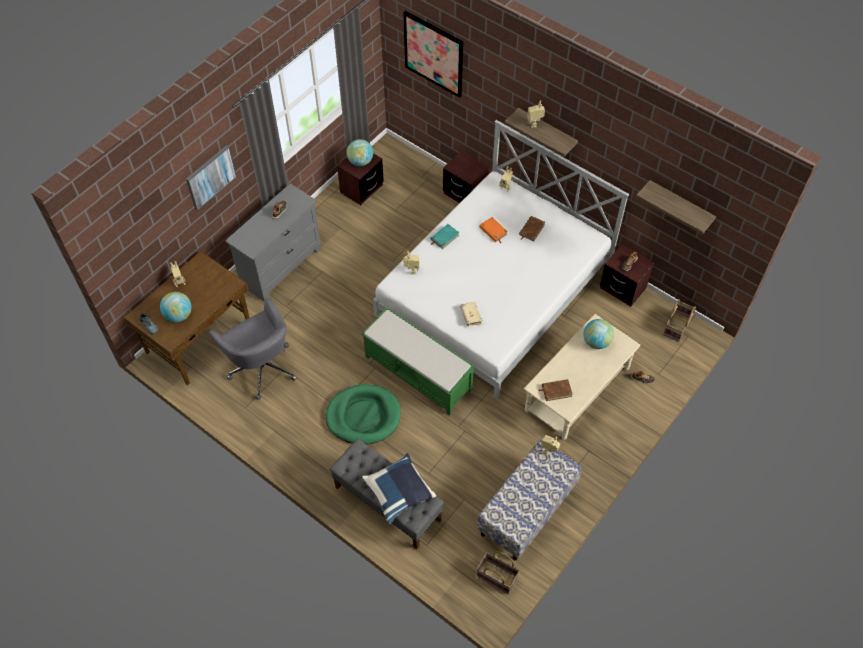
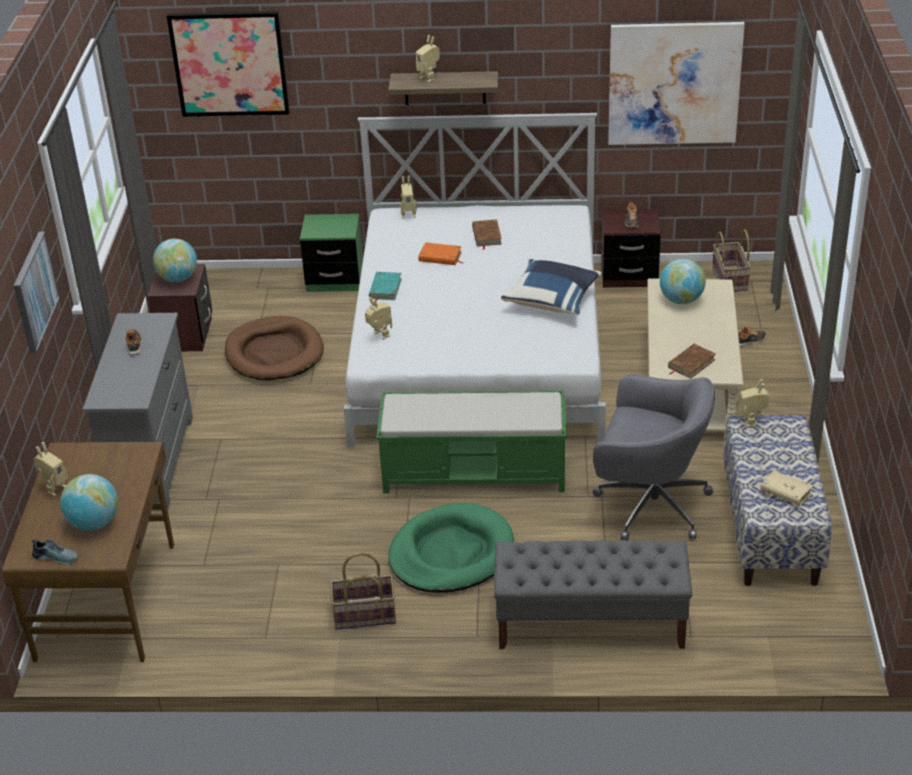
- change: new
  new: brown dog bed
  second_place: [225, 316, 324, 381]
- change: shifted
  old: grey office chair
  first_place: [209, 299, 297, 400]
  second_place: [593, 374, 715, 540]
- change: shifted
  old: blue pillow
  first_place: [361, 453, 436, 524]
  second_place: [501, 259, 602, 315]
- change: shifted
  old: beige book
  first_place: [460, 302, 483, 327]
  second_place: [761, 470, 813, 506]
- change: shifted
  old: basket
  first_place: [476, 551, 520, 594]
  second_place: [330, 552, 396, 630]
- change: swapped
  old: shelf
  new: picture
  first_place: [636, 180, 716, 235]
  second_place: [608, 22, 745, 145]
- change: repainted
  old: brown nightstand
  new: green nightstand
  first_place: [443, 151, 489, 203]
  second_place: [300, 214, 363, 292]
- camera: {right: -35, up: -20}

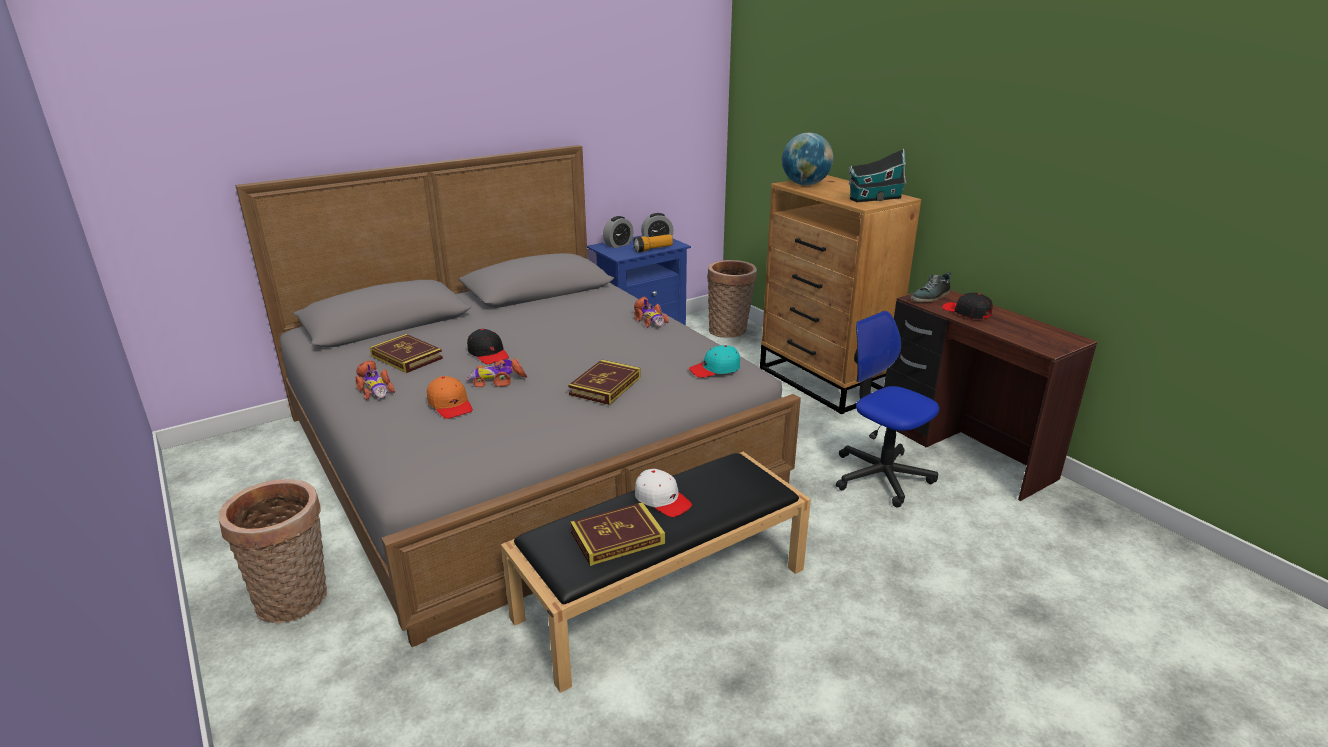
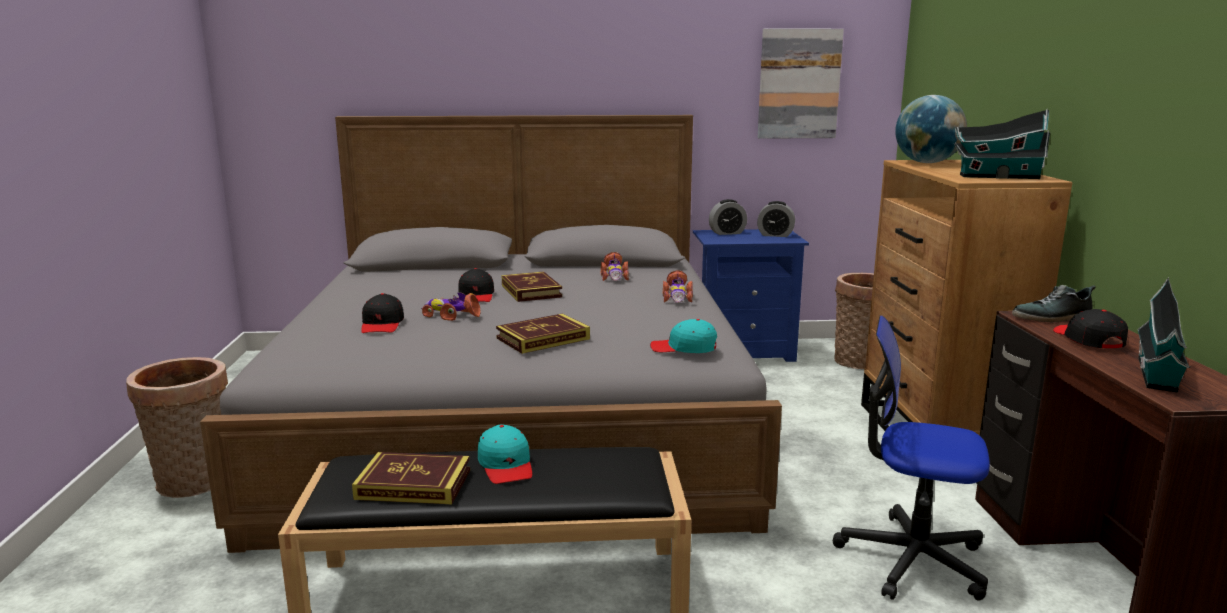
- change: gone
  old: flashlight
  first_place: [633, 234, 673, 252]
- change: new
  new: picture
  second_place: [758, 28, 844, 139]
- change: new
  new: toy house
  second_place: [1137, 277, 1190, 393]
- change: shifted
  old: toy car
  first_place: [356, 360, 395, 400]
  second_place: [601, 252, 629, 281]
- change: shifted
  old: book
  first_place: [370, 334, 443, 373]
  second_place: [502, 272, 562, 302]
- change: repainted
  old: orange cap
  new: black cap
  first_place: [427, 376, 473, 419]
  second_place: [361, 293, 404, 333]
- change: repainted
  old: white cap
  new: turquoise cap
  first_place: [635, 469, 692, 517]
  second_place: [478, 424, 532, 484]
- change: rotated
  old: office chair
  first_place: [836, 311, 939, 507]
  second_place: [833, 316, 990, 601]
  degrees: -60
- camera: {right: 30, up: -10}

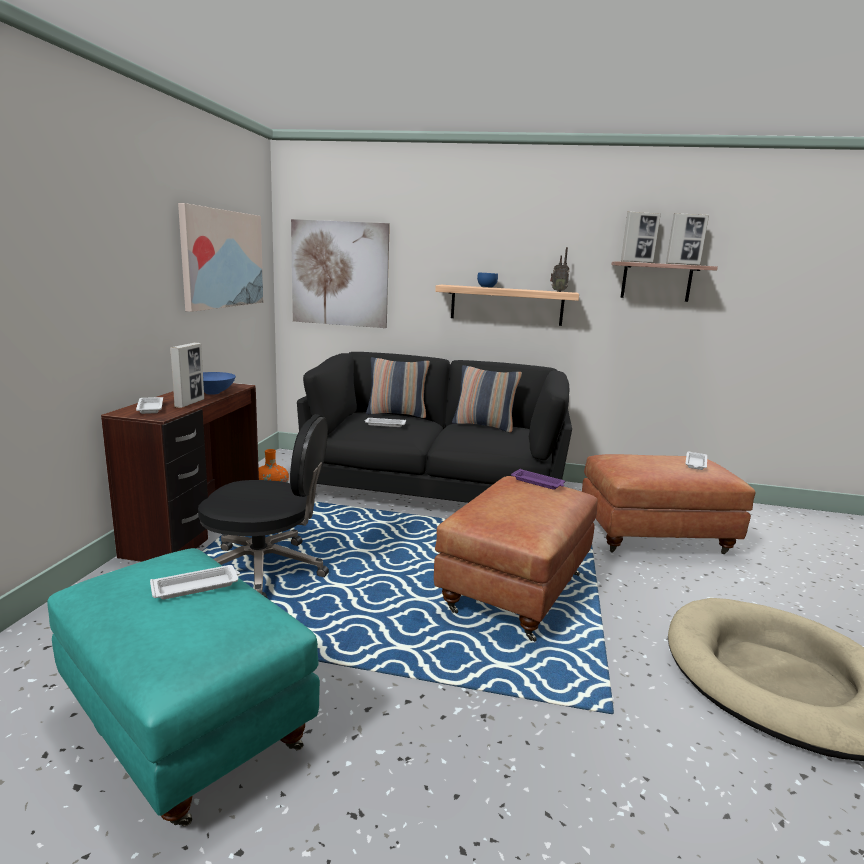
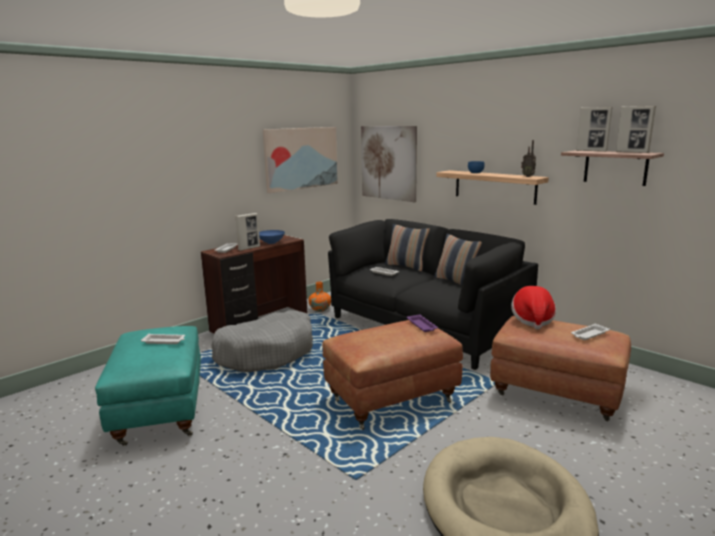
- change: new
  new: hat
  second_place: [511, 286, 556, 330]
- change: swapped
  old: black office chair
  new: grey dog bed
  first_place: [198, 414, 329, 599]
  second_place: [211, 310, 313, 372]
- camera: {right: 35, up: 0}

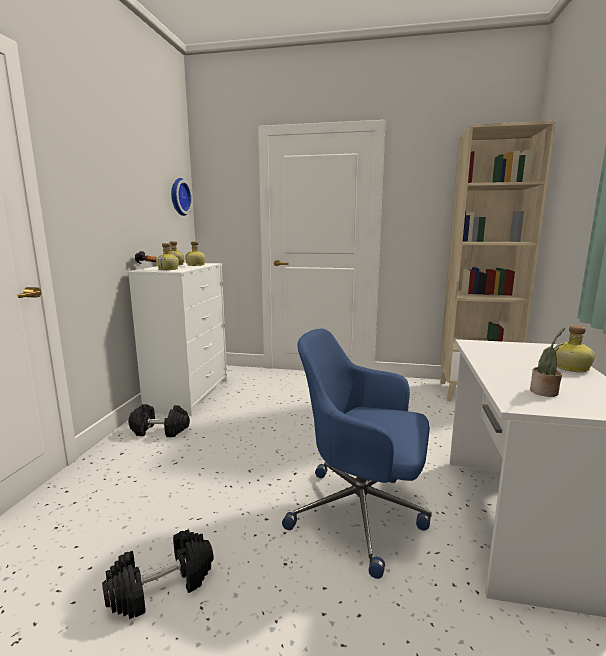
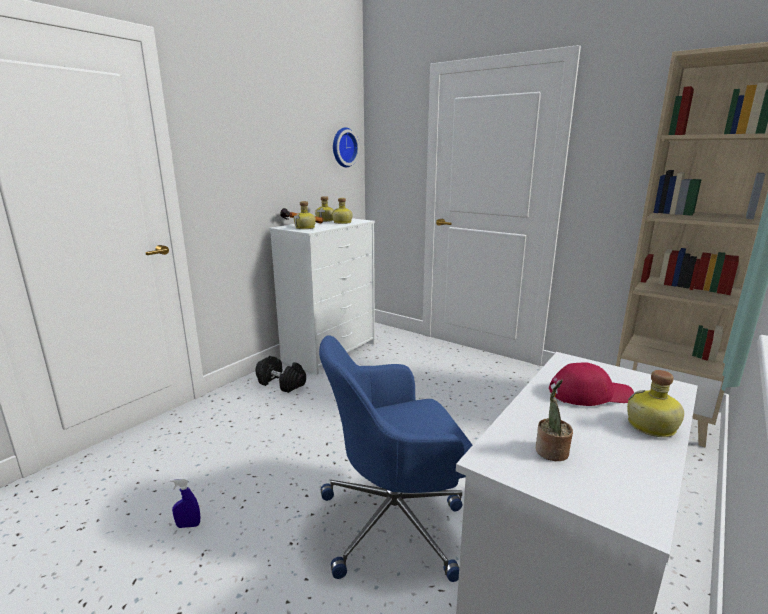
- change: new
  new: red cap
  second_place: [549, 362, 634, 406]
- change: swapped
  old: black dumbbell
  new: blue spray bottle
  first_place: [102, 530, 214, 619]
  second_place: [170, 478, 200, 528]
- change: rotated
  old: blue office chair
  first_place: [282, 328, 432, 579]
  second_place: [319, 335, 473, 582]
  degrees: -60
- camera: {right: 25, up: 5}

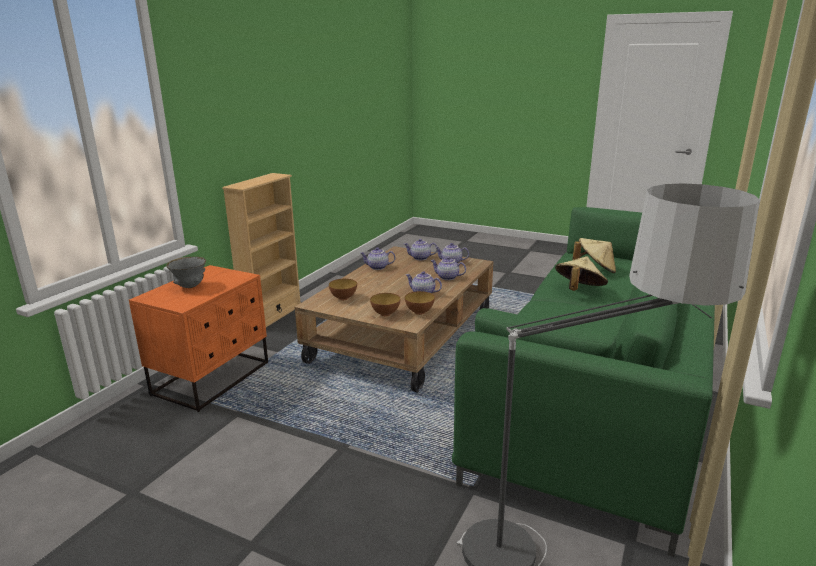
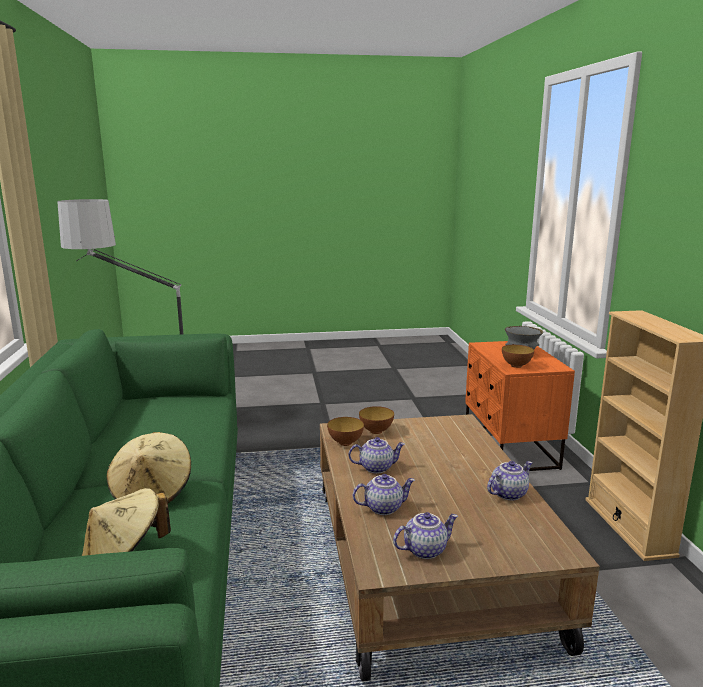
- change: gone
  old: teapot
  first_place: [404, 239, 437, 260]
- change: shifted
  old: bowl
  first_place: [329, 279, 357, 300]
  second_place: [502, 345, 534, 368]
- camera: {right: 145, up: -5}

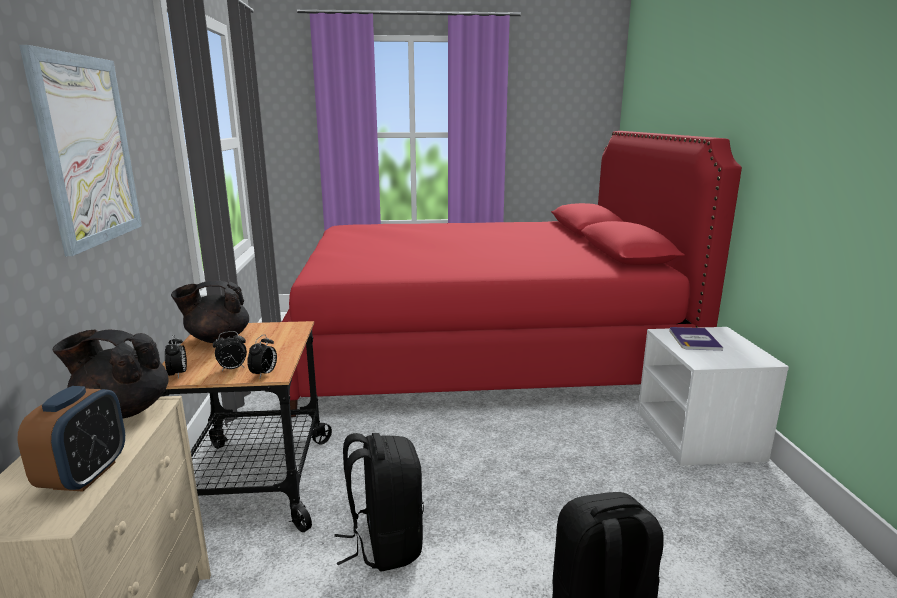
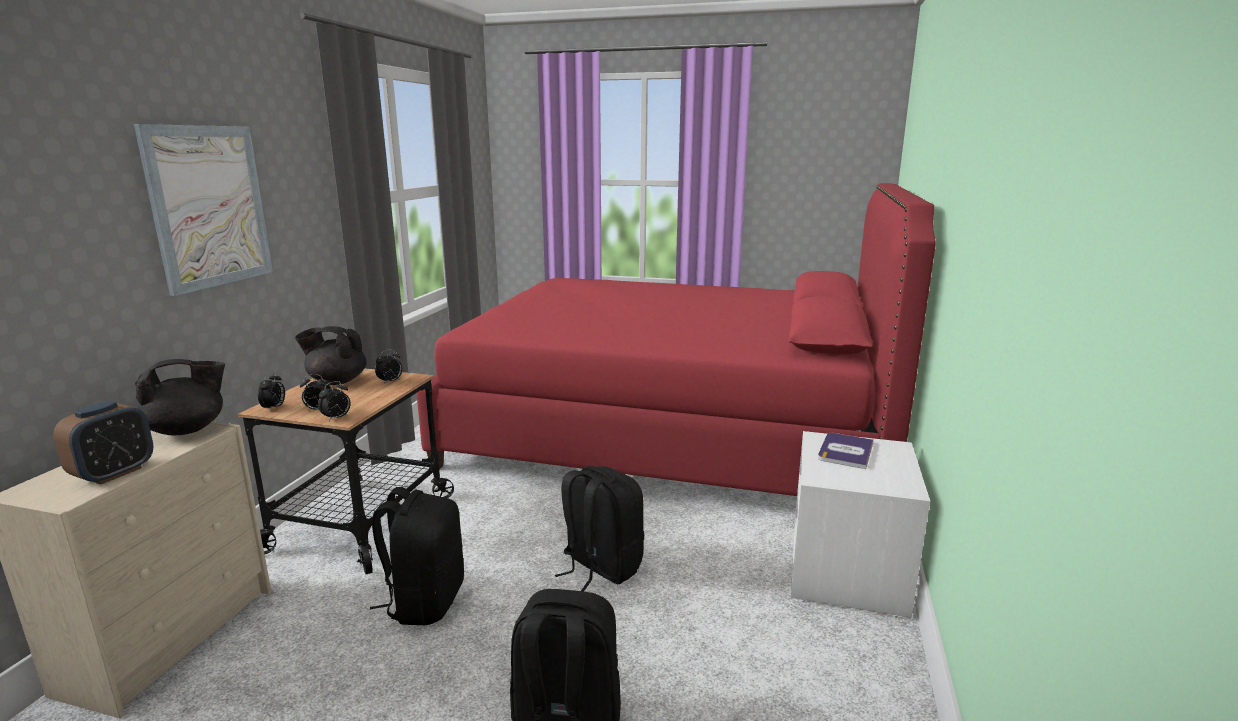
- change: new
  new: alarm clock
  second_place: [375, 349, 402, 384]
- change: new
  new: black backpack
  second_place: [555, 466, 644, 591]
- change: rotated
  old: black teapot
  first_place: [53, 330, 169, 419]
  second_place: [135, 359, 225, 435]
  degrees: 120
- camera: {right: 20, up: 0}

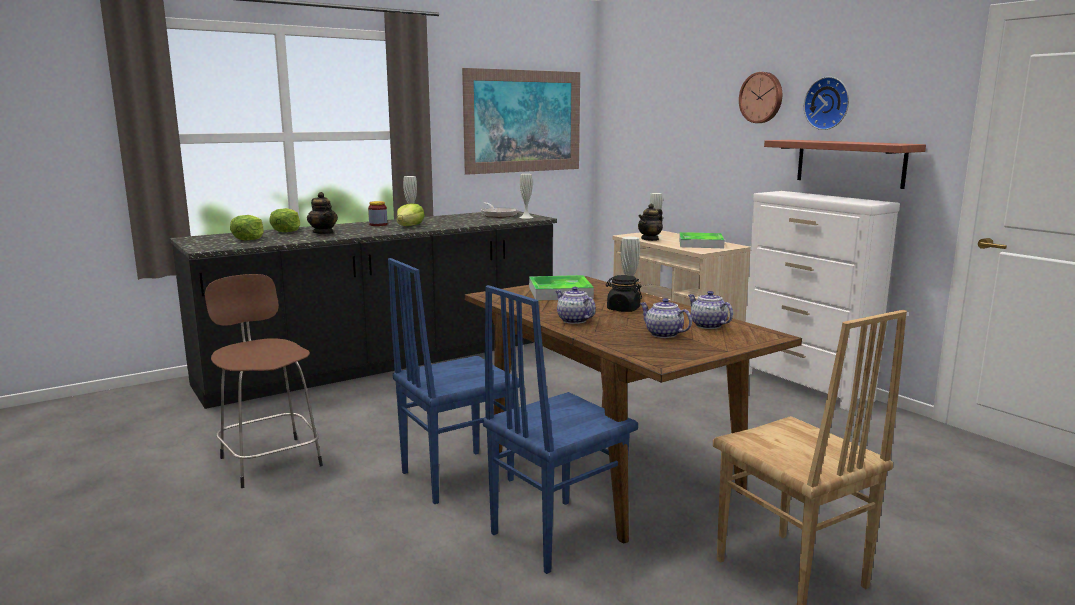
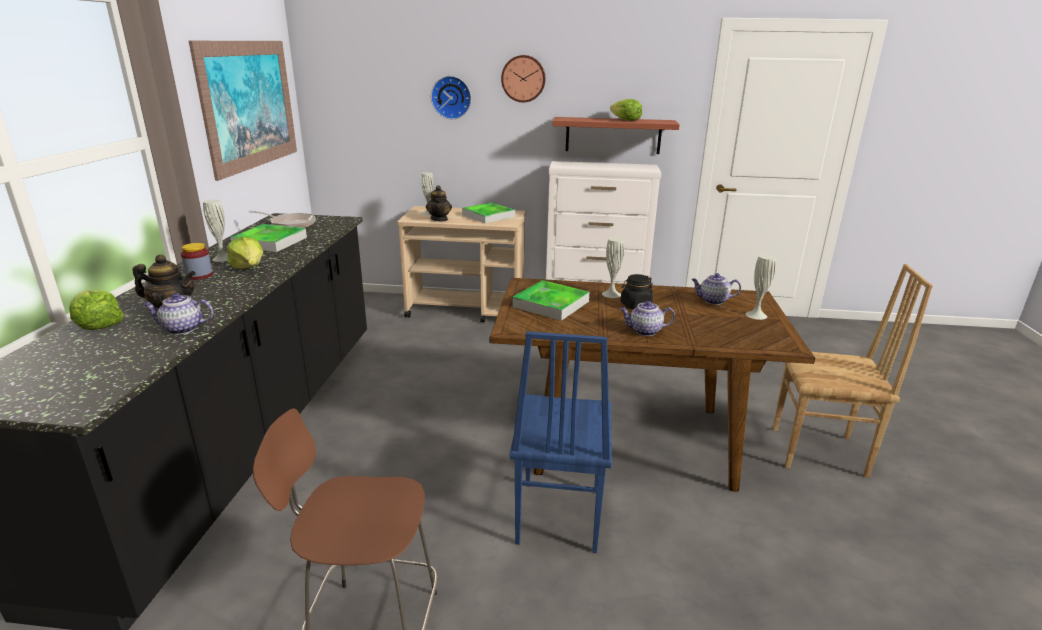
- change: gone
  old: blue chair
  first_place: [483, 285, 638, 574]
- change: new
  new: tray
  second_place: [230, 224, 307, 252]
- change: shifted
  old: lettuce
  first_place: [230, 215, 264, 241]
  second_place: [610, 99, 642, 121]
- change: shifted
  old: white vase
  first_place: [519, 174, 534, 219]
  second_place: [746, 254, 776, 320]
- change: shifted
  old: teapot
  first_place: [640, 298, 692, 338]
  second_place: [143, 293, 213, 334]
- change: shifted
  old: wall clock
  first_place: [804, 77, 849, 130]
  second_place: [431, 76, 471, 119]
- camera: {right: -50, up: 10}

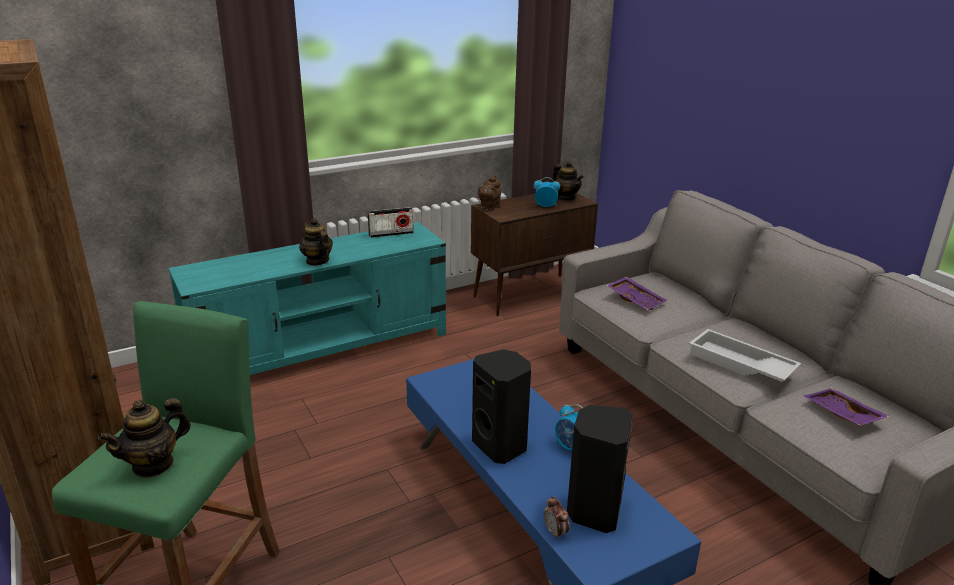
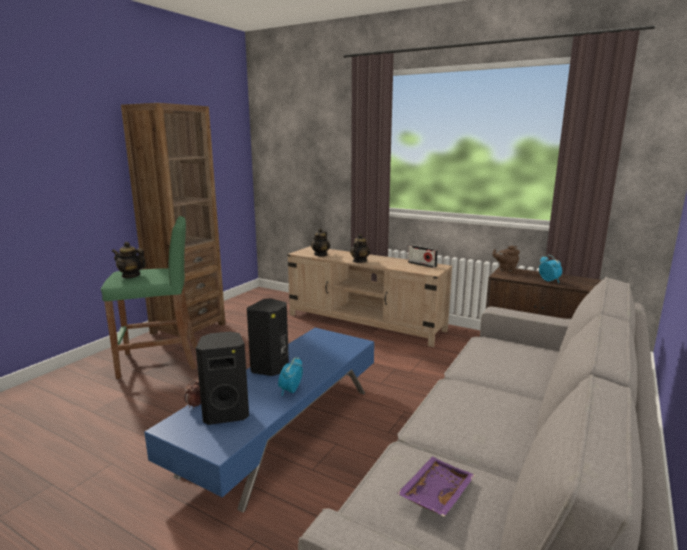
- change: gone
  old: purple tray
  first_place: [607, 277, 667, 310]
- change: gone
  old: white tray
  first_place: [689, 329, 801, 382]
- change: shifted
  old: teapot
  first_place: [552, 161, 584, 200]
  second_place: [311, 228, 330, 256]
- change: repainted
  old: turquoise tv stand
  new: beige tv stand
  first_place: [168, 222, 446, 375]
  second_place: [287, 246, 452, 347]
- camera: {right: 60, up: -10}

